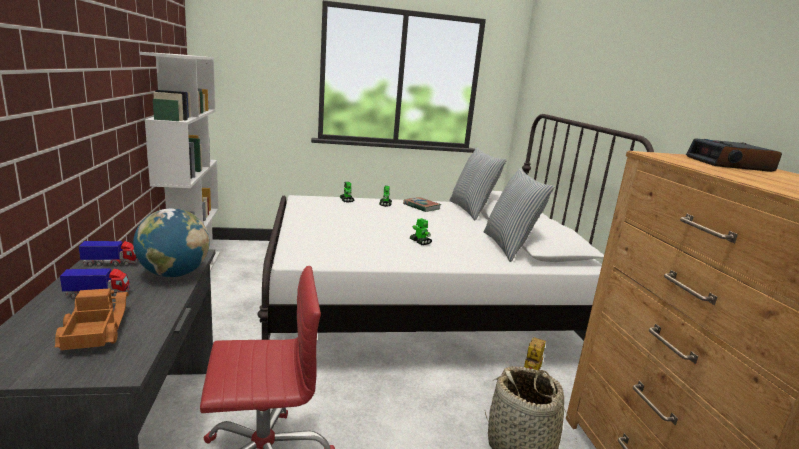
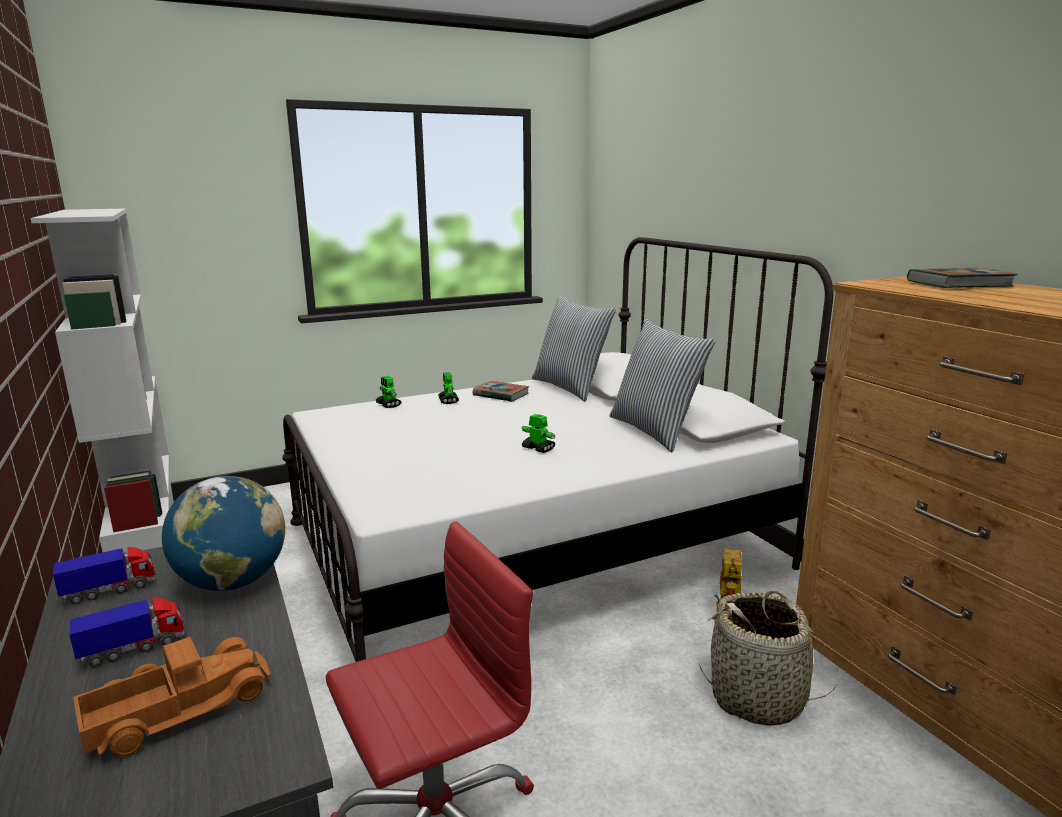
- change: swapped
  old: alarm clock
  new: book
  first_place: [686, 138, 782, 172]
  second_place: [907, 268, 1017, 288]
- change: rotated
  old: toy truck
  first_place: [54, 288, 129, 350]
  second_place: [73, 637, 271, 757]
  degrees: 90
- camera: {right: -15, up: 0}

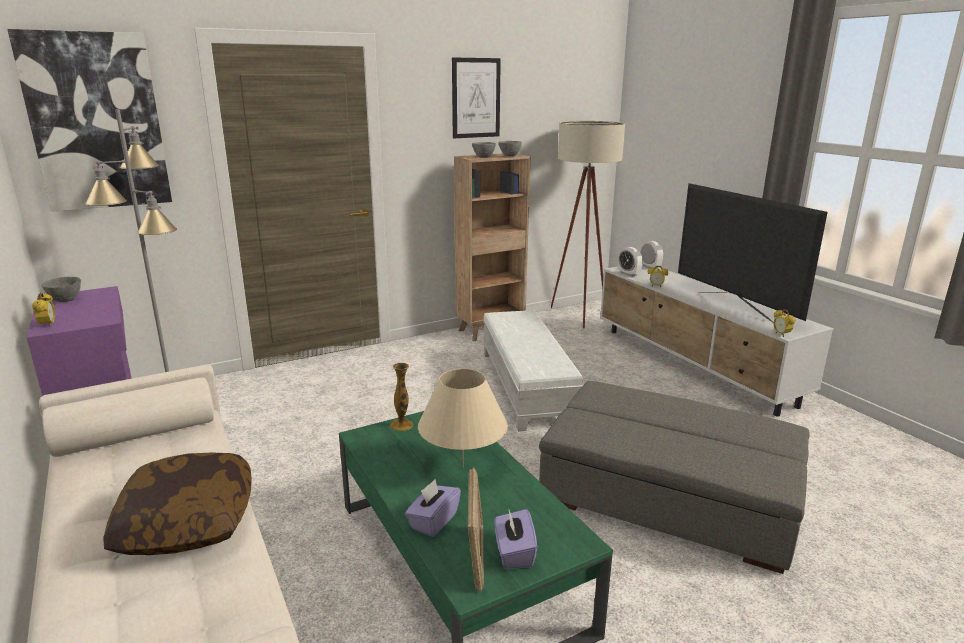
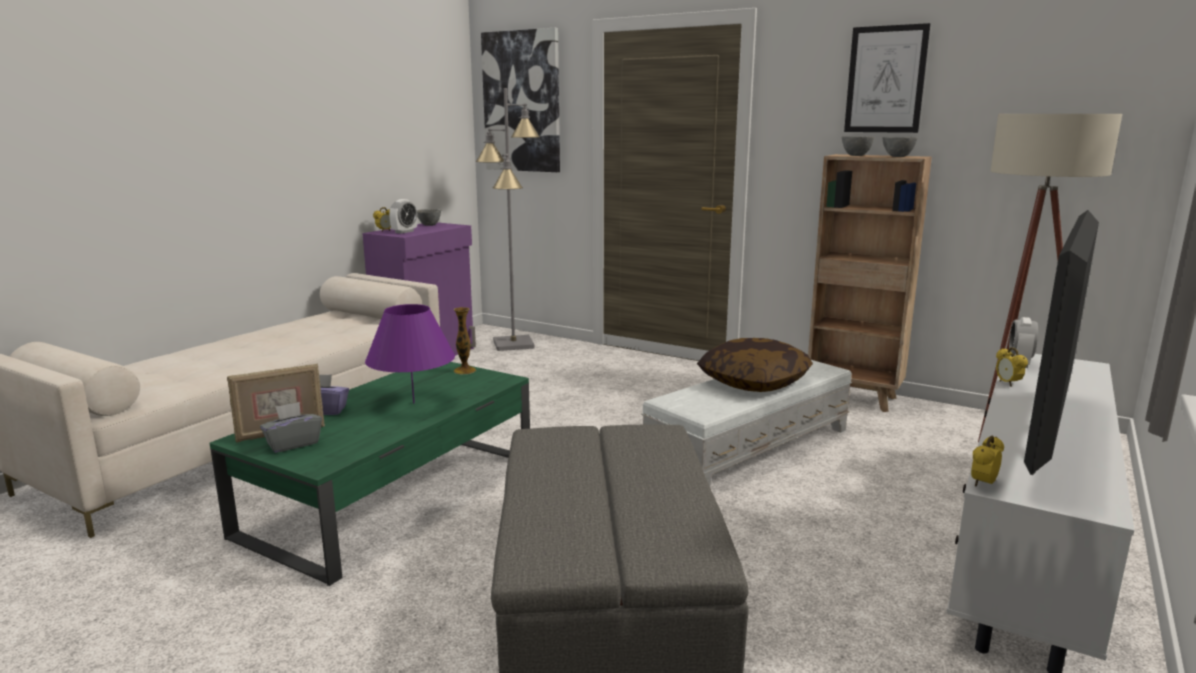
- change: shifted
  old: pillow
  first_place: [103, 453, 252, 555]
  second_place: [697, 338, 813, 392]
- change: shifted
  old: alarm clock
  first_place: [641, 241, 663, 269]
  second_place: [389, 199, 417, 234]
- change: repainted
  old: beige table lamp
  new: purple table lamp
  first_place: [418, 369, 508, 467]
  second_place: [365, 304, 455, 403]
- change: repainted
  old: purple tissue box
  new: grey tissue box
  first_place: [494, 509, 537, 569]
  second_place: [260, 402, 322, 453]
- camera: {right: 60, up: -5}

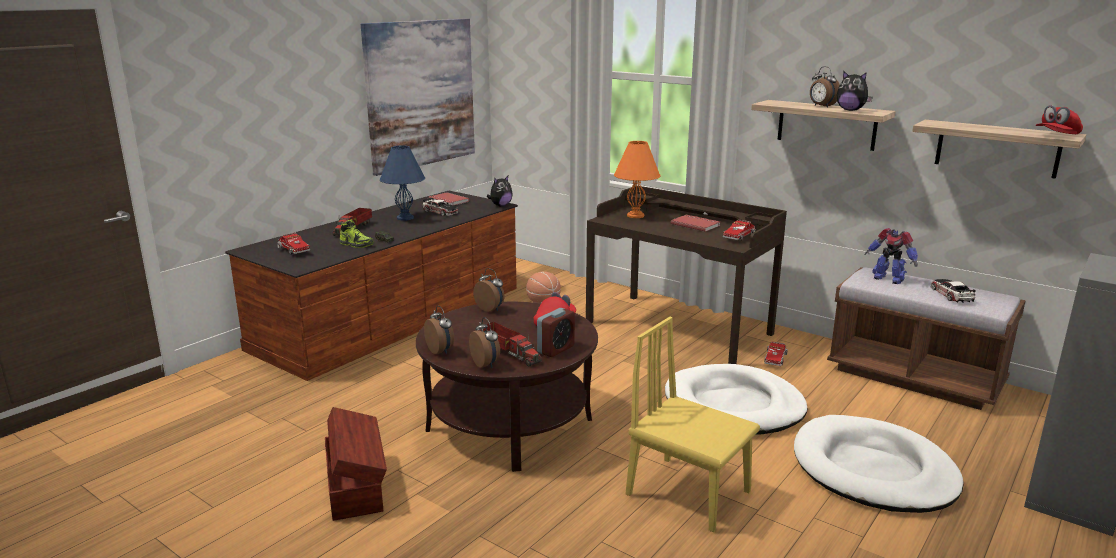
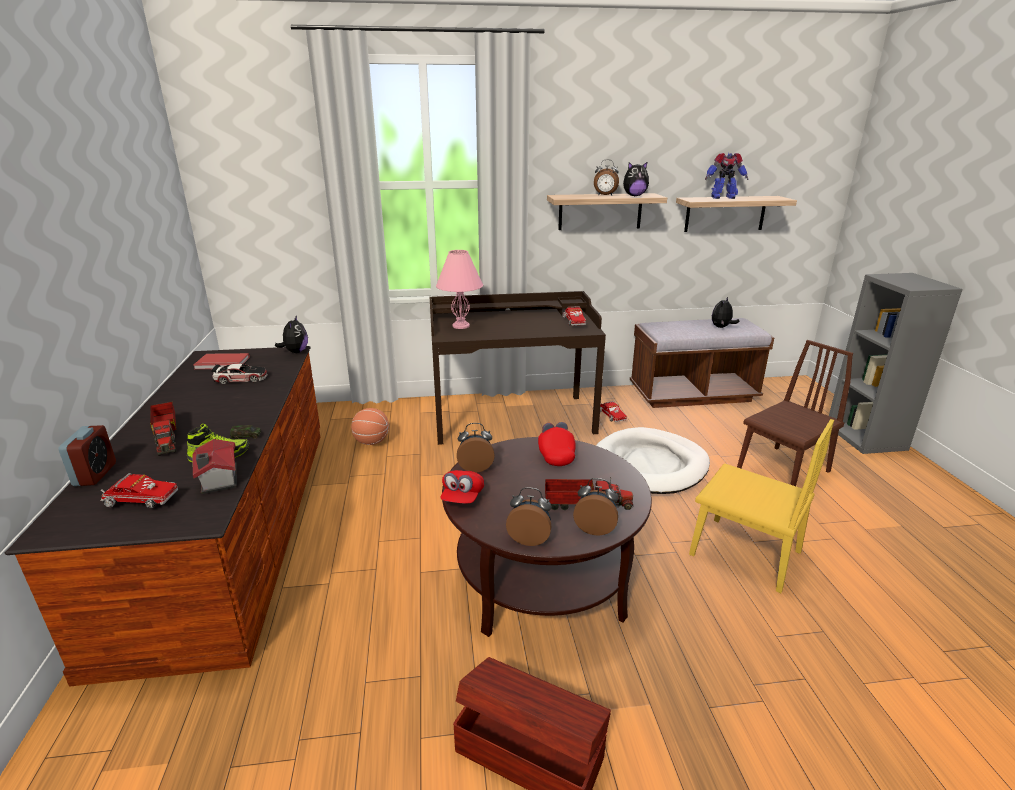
- change: gone
  old: picture
  first_place: [361, 19, 475, 176]
- change: gone
  old: blue table lamp
  first_place: [380, 145, 425, 221]
- change: gone
  old: red book
  first_place: [671, 215, 720, 232]
- change: new
  new: toy house
  second_place: [192, 439, 237, 494]
- change: shifted
  old: alarm clock
  first_place: [537, 308, 575, 357]
  second_place: [59, 425, 116, 486]
- change: shifted
  old: toy robot
  first_place: [865, 228, 918, 284]
  second_place: [705, 152, 748, 199]
- change: shifted
  old: red cap
  first_place: [1036, 105, 1083, 134]
  second_place: [440, 470, 484, 503]
- change: swapped
  old: white dog bed
  new: brown chair
  first_place: [794, 415, 964, 513]
  second_place: [737, 340, 853, 486]
- change: swapped
  old: toy car
  new: plush toy
  first_place: [930, 279, 976, 303]
  second_place: [712, 297, 740, 328]
- change: repainted
  old: orange table lamp
  new: pink table lamp
  first_place: [614, 141, 661, 218]
  second_place: [436, 250, 483, 329]
- change: rotated
  old: yellow chair
  first_place: [626, 317, 760, 533]
  second_place: [689, 419, 834, 593]
  degrees: -135
- camera: {right: -45, up: 5}

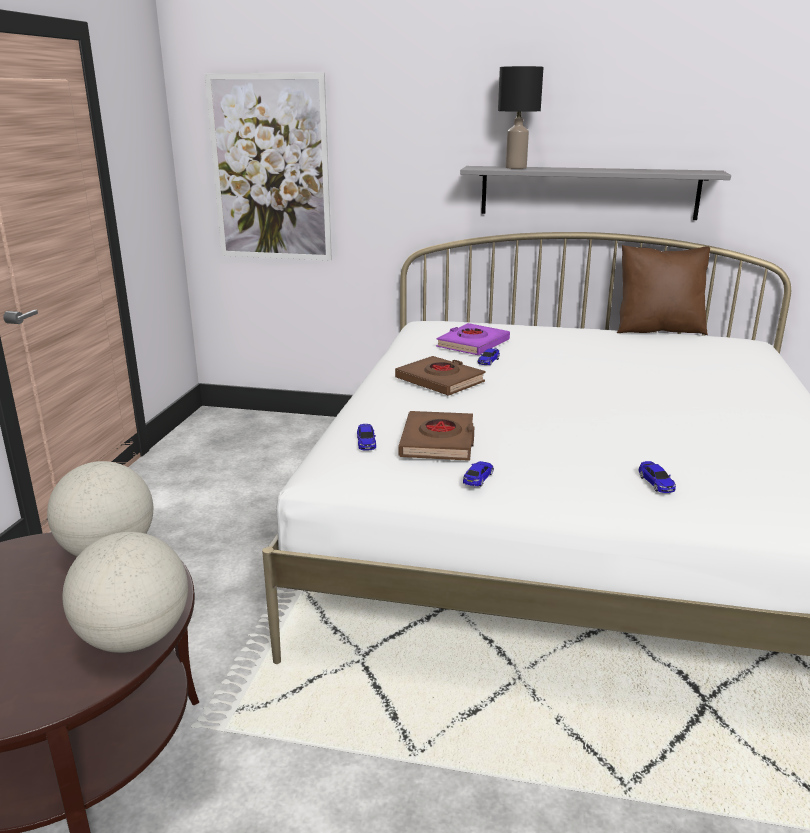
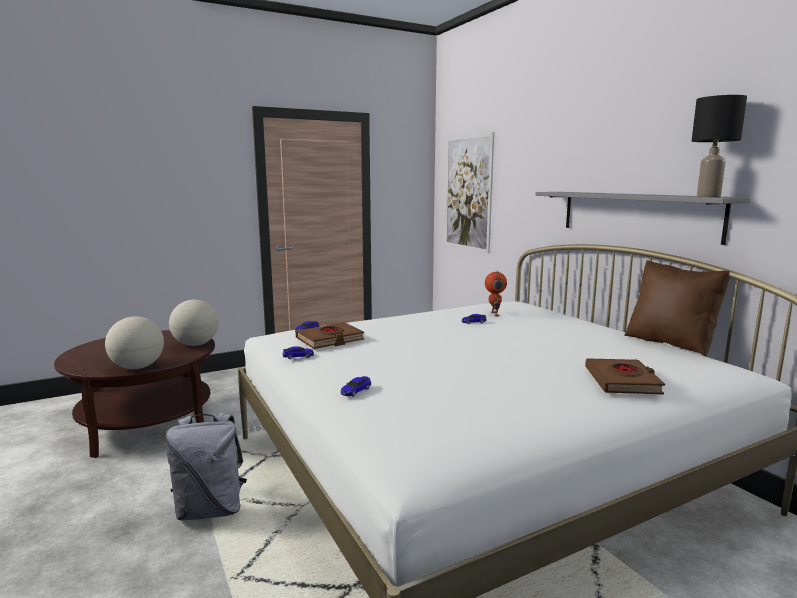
- change: new
  new: grey backpack
  second_place: [165, 412, 247, 521]
- change: shifted
  old: brown book
  first_place: [395, 356, 485, 396]
  second_place: [585, 358, 665, 395]
- change: shifted
  old: black table lamp
  first_place: [498, 66, 543, 169]
  second_place: [692, 95, 747, 197]
- change: swapped
  old: purple book
  new: toy robot
  first_place: [436, 323, 510, 355]
  second_place: [485, 272, 507, 317]
- camera: {right: 50, up: -10}

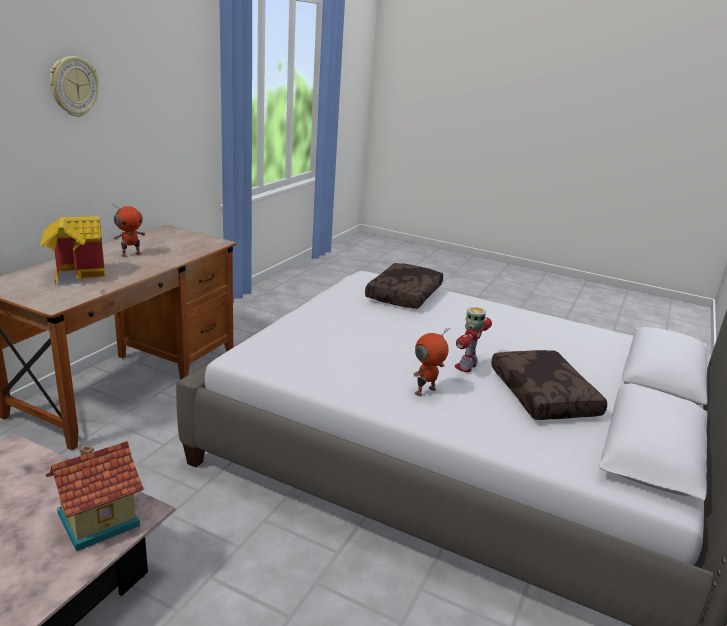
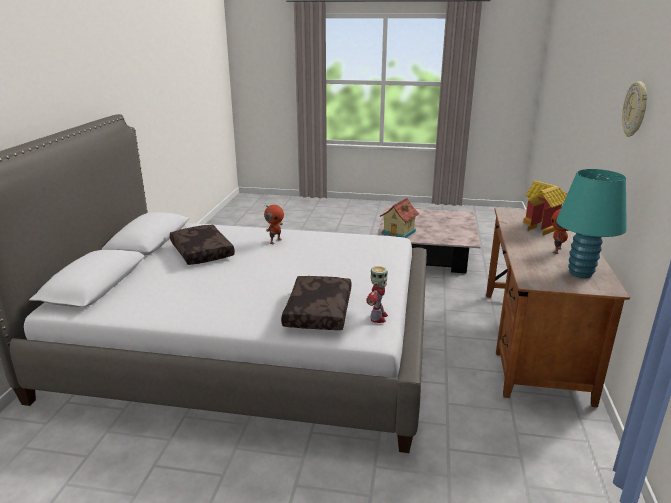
- change: new
  new: turquoise table lamp
  second_place: [556, 169, 627, 278]
- change: shifted
  old: toy robot
  first_place: [455, 307, 492, 372]
  second_place: [366, 266, 388, 323]
- camera: {right: 165, up: 0}

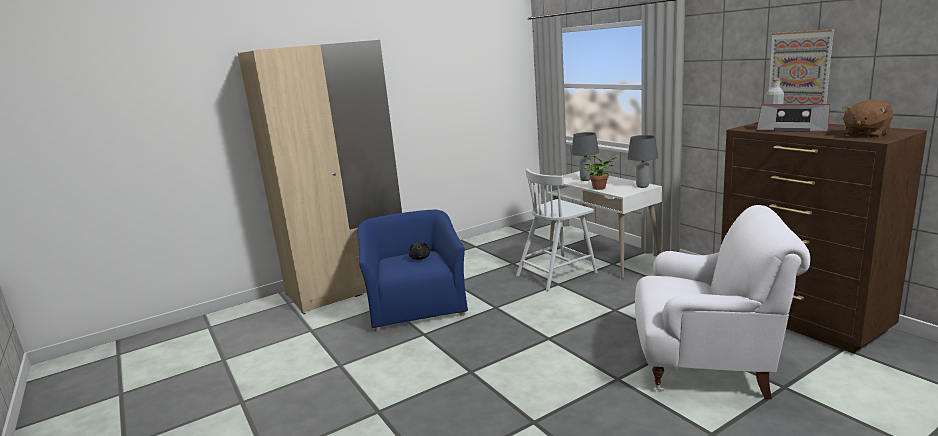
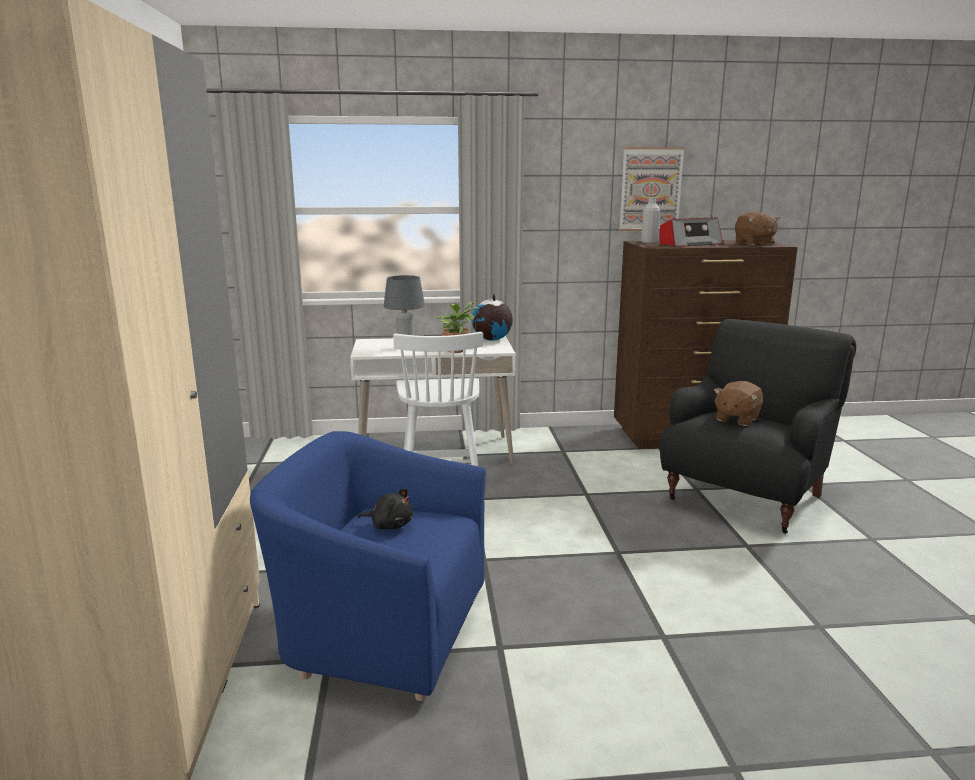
- change: new
  new: brown plush toy
  second_place: [714, 381, 763, 426]
- change: swapped
  old: grey table lamp
  new: globe
  first_place: [627, 135, 658, 188]
  second_place: [472, 294, 513, 341]
- change: repainted
  old: white armchair
  new: black armchair
  first_place: [635, 205, 810, 399]
  second_place: [660, 319, 856, 534]
- camera: {right: -65, up: 0}

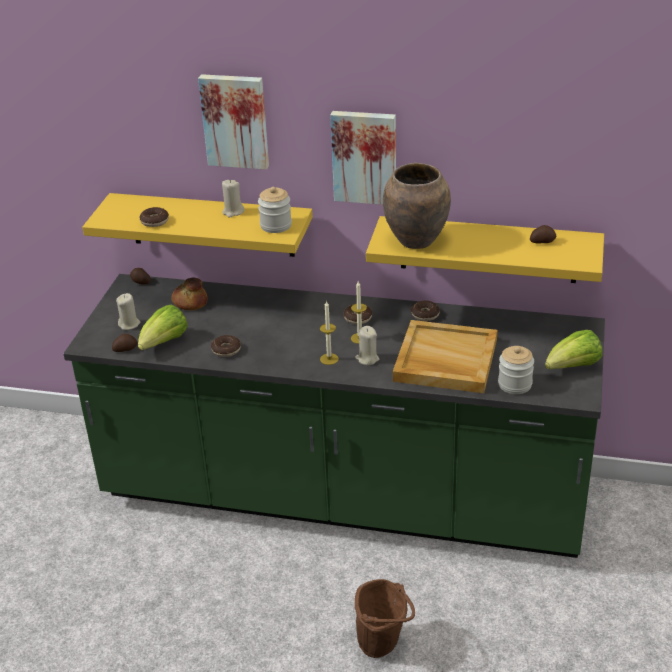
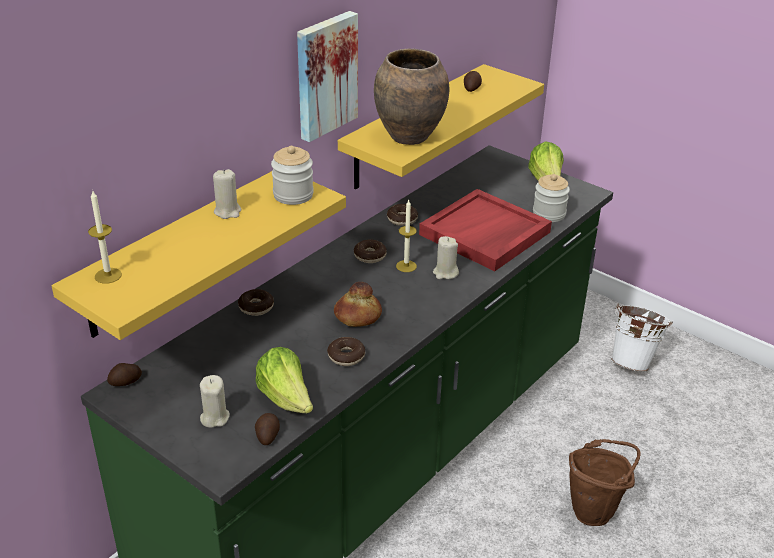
- change: gone
  old: picture
  first_place: [198, 74, 269, 170]
- change: new
  new: white bucket
  second_place: [611, 303, 673, 372]
- change: shifted
  old: donut
  first_place: [139, 207, 169, 227]
  second_place: [238, 289, 274, 316]
- change: shifted
  old: bread
  first_place: [171, 277, 207, 310]
  second_place: [334, 282, 382, 327]
- change: shifted
  old: candle
  first_place: [320, 301, 339, 365]
  second_place: [88, 191, 122, 284]
- change: repainted
  old: beige tray
  new: red tray
  first_place: [393, 320, 497, 393]
  second_place: [419, 189, 552, 271]
- camera: {right: -65, up: 0}

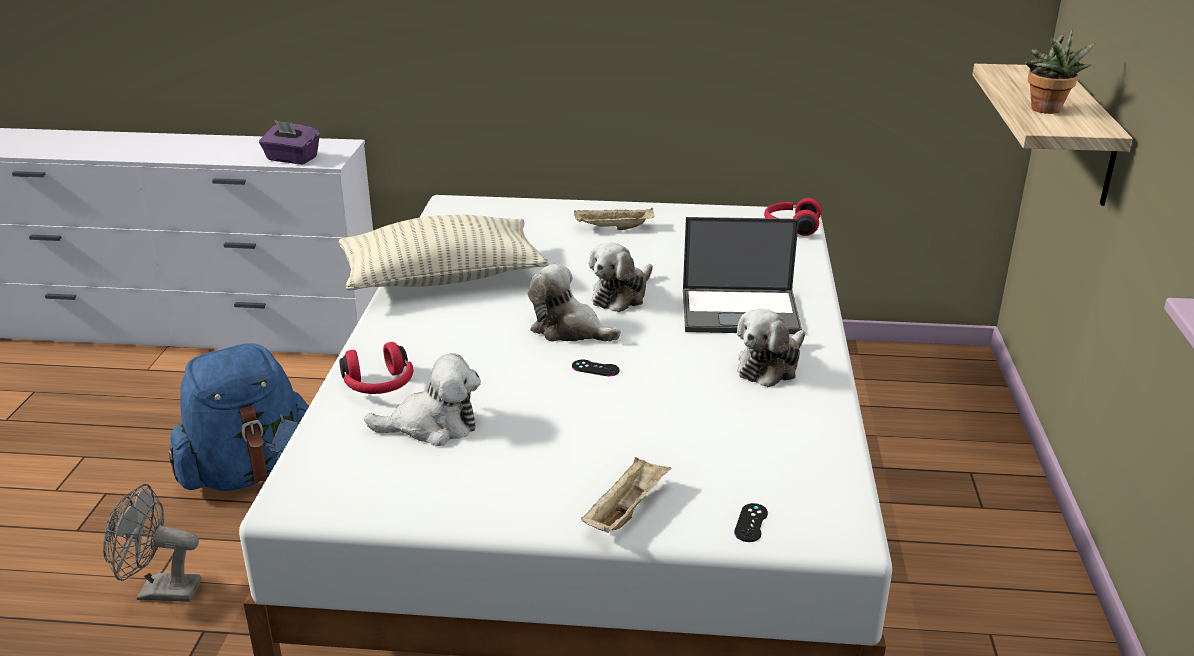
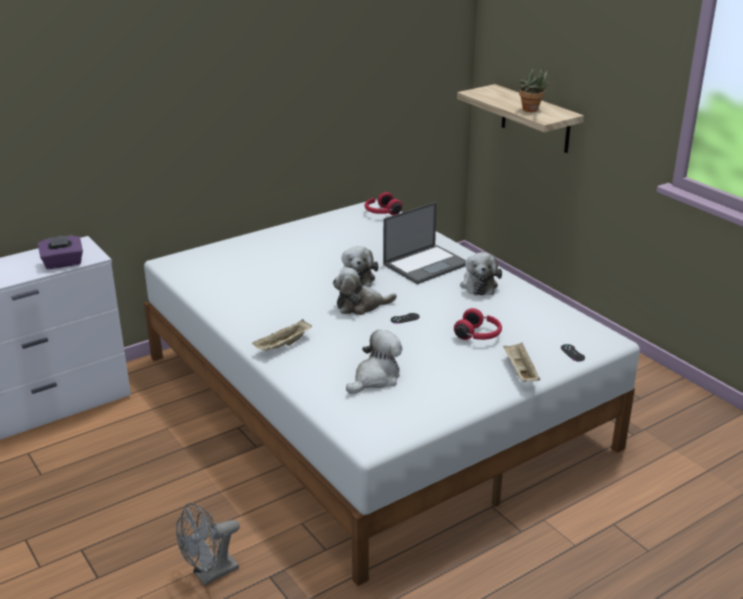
- change: gone
  old: blue backpack
  first_place: [169, 343, 309, 491]
- change: gone
  old: pillow
  first_place: [339, 215, 549, 291]
- change: shifted
  old: red headphones
  first_place: [339, 342, 413, 394]
  second_place: [454, 308, 502, 340]
- change: shifted
  old: beige tray
  first_place: [574, 207, 655, 230]
  second_place: [252, 319, 312, 351]
- camera: {right: -40, up: 0}

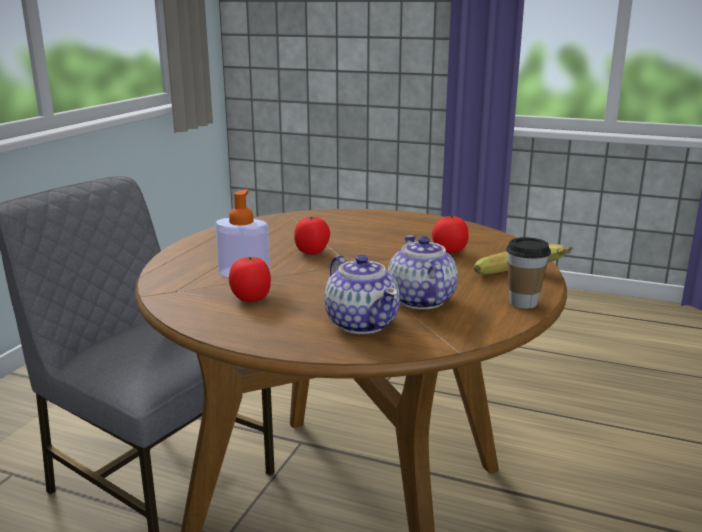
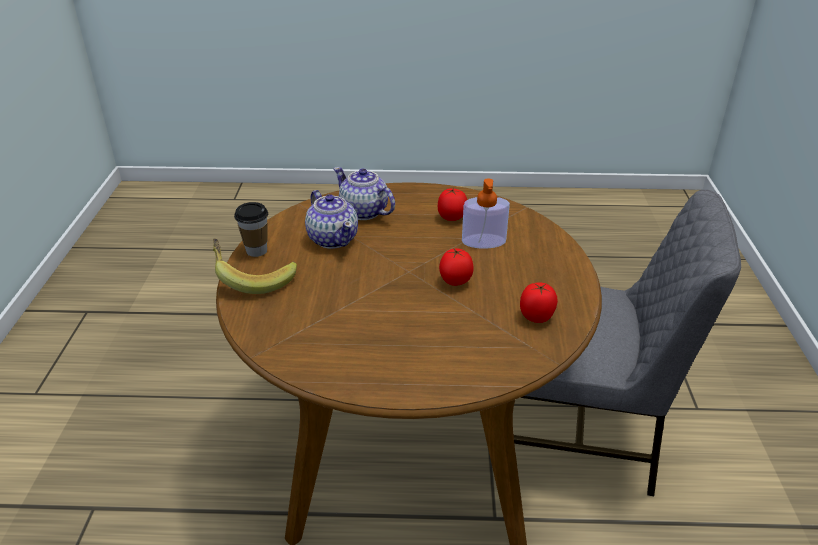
- change: shifted
  old: tomato
  first_place: [432, 215, 469, 253]
  second_place: [520, 282, 558, 323]
- camera: {right: 160, up: 15}

